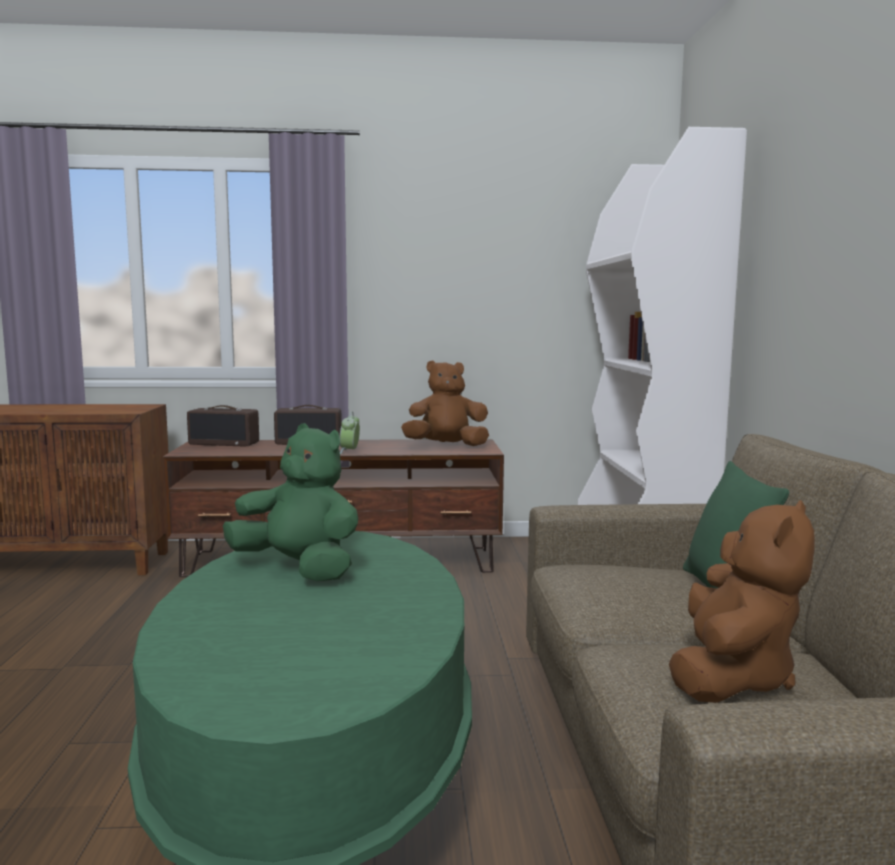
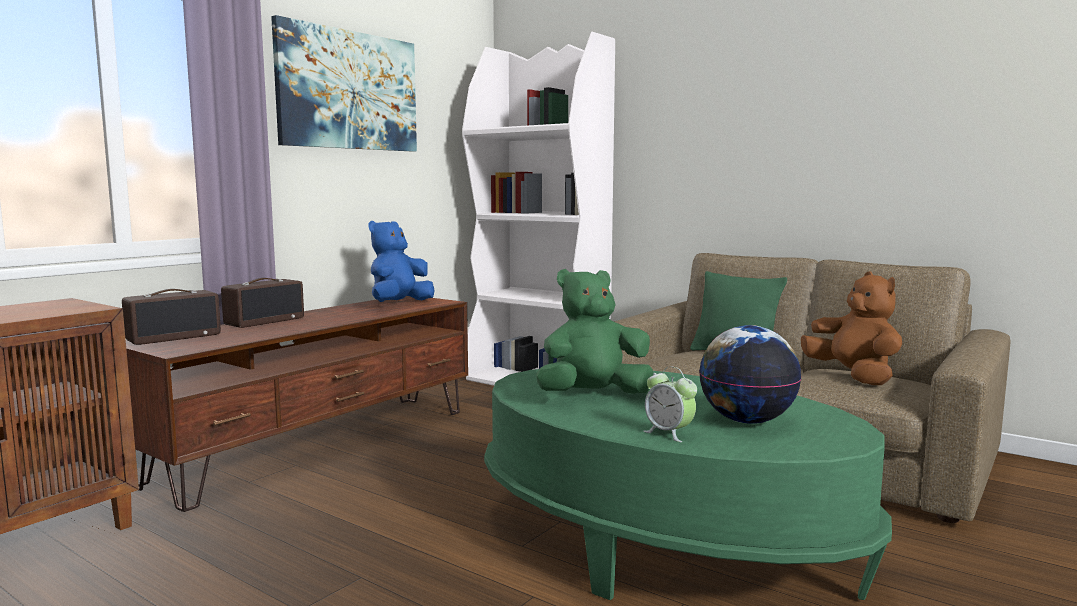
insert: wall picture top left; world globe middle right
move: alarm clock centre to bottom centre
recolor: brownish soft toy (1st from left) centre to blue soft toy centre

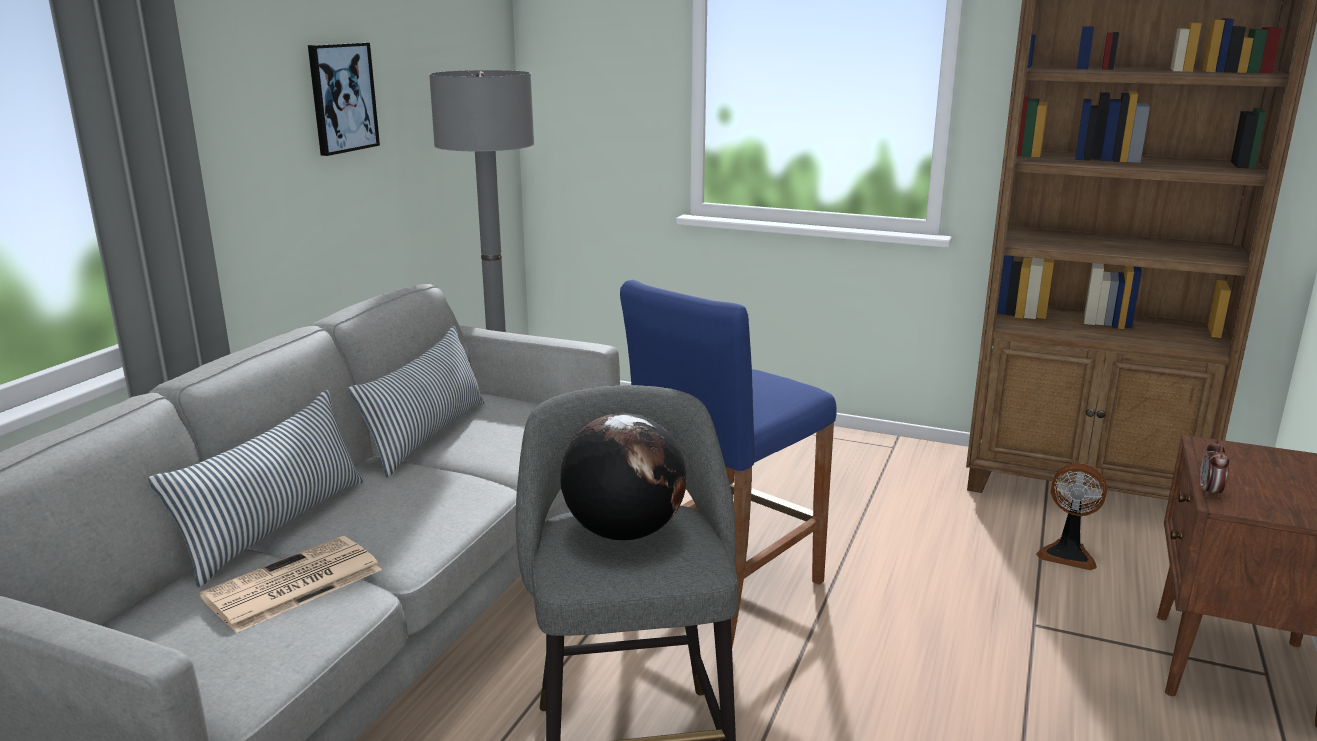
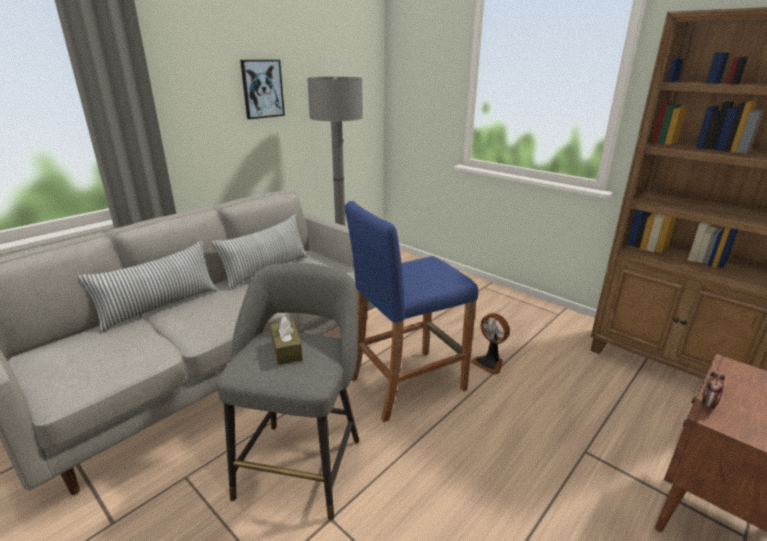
delete: daily paper bottom left
move: electric fan bottom right to centre
replace: world globe centre to brownish tissue holder centre

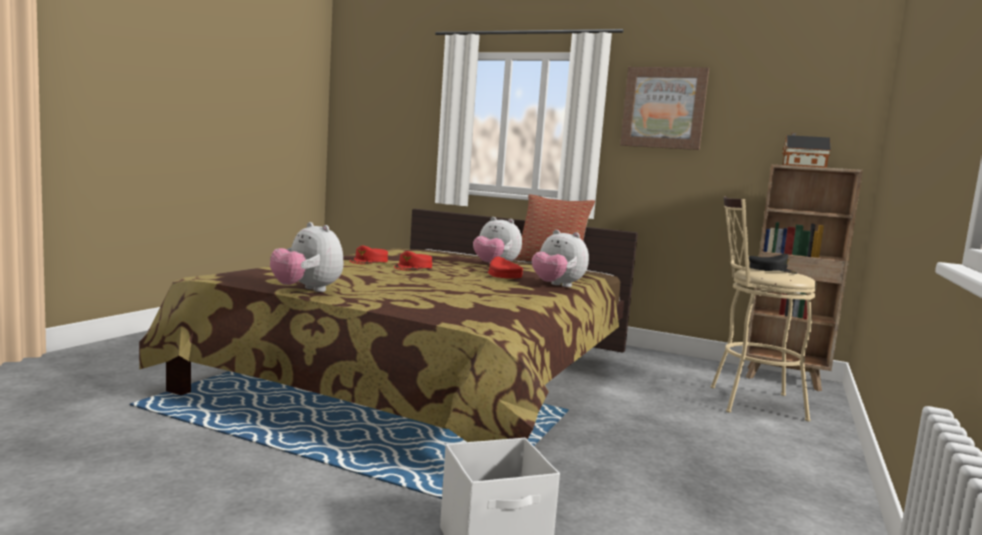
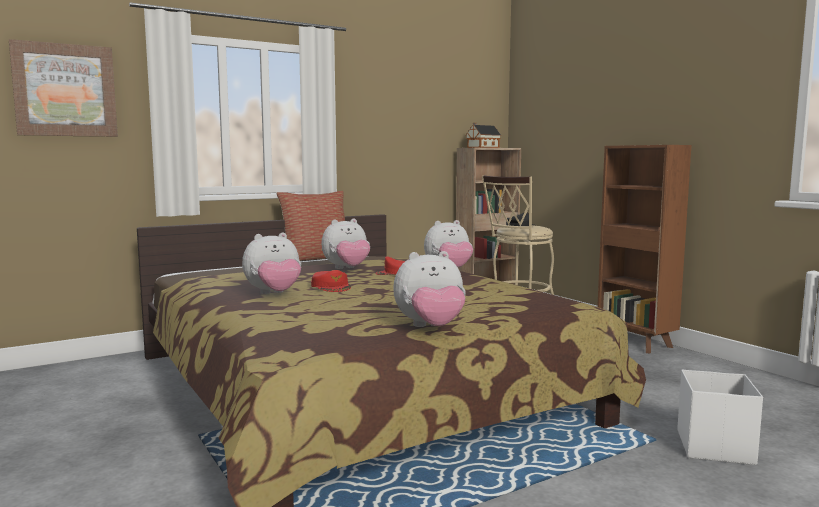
insert: brownish shelving unit (2nd from left) middle right
move: wall picture top right to top left
replace: reddish cap (1st from left) centre to soft toy (1st from left) middle left

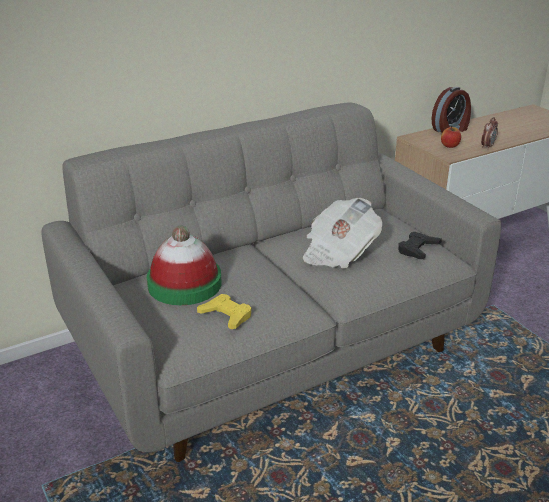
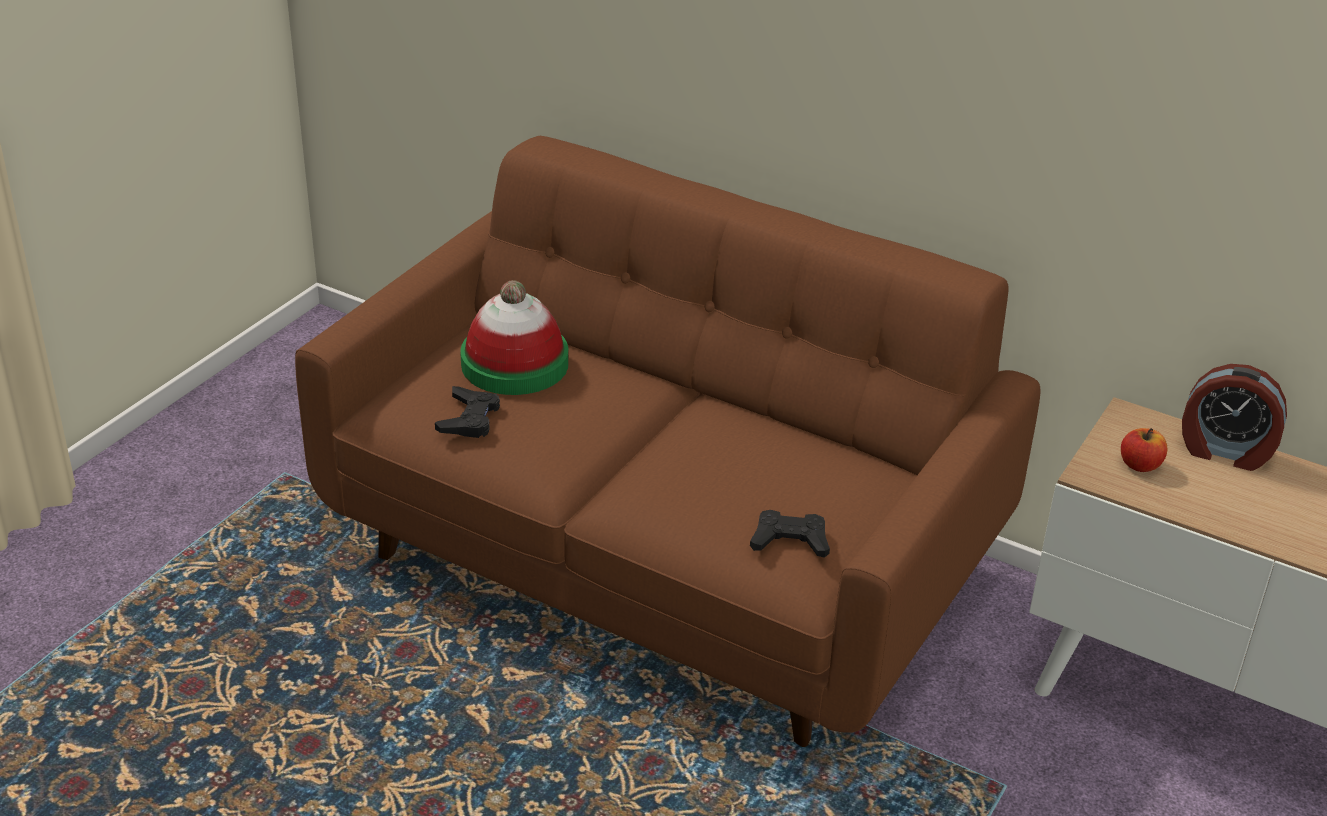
delete: daily paper centre; alarm clock (2nd from left) top right
recolor: greyish couch centre to brownish couch centre; yellow-coloured game controller centre to black-coloured game controller (1st from left) centre

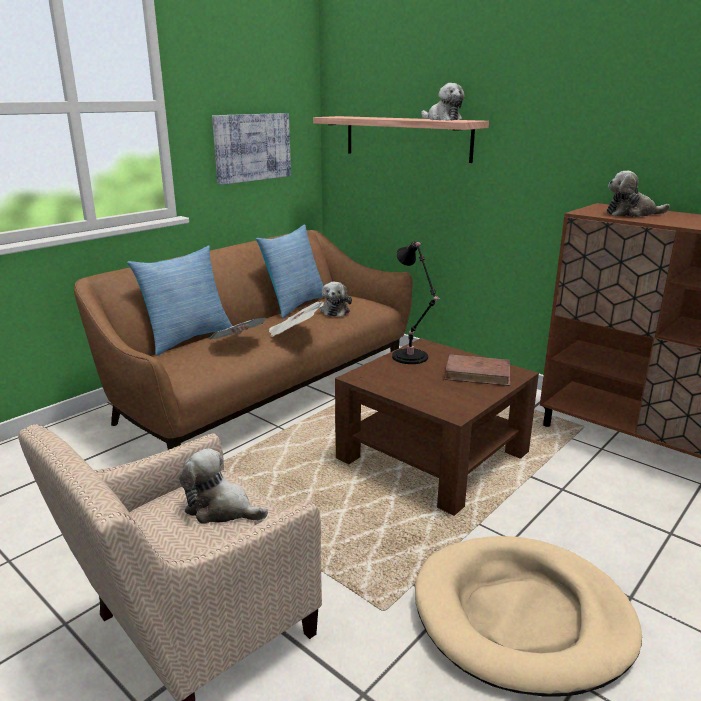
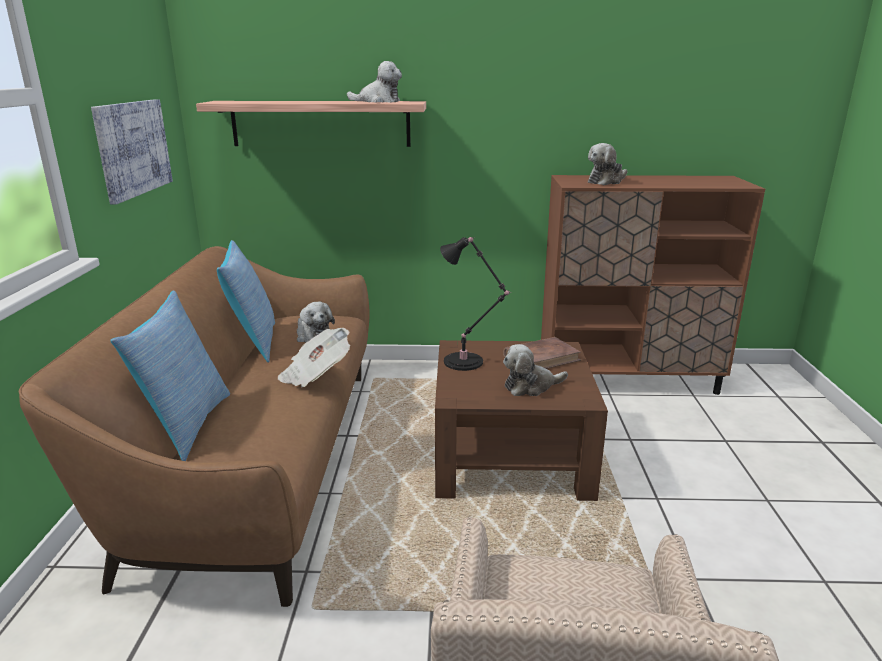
delete: daily paper (1st from left) centre; beige-coloured dog bed bottom right
move: soft toy (1st from left in the first image) bottom left to soft toy (3rd from left) centre

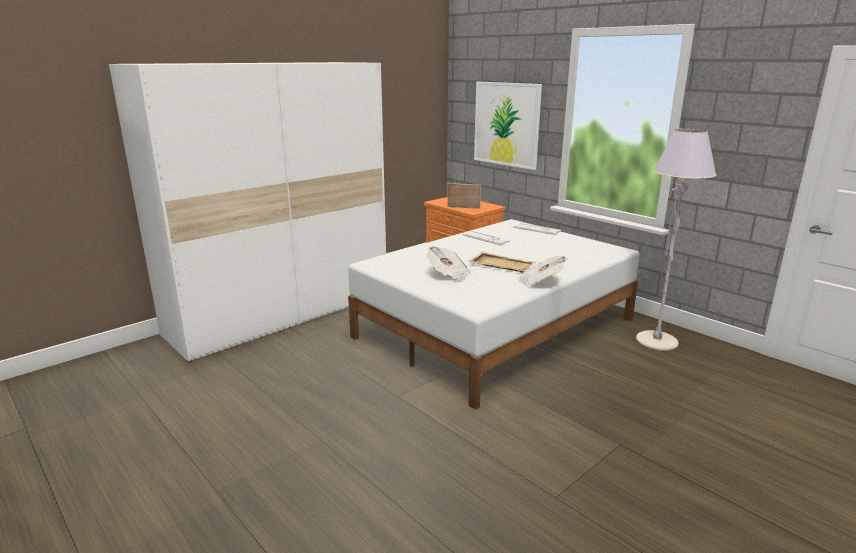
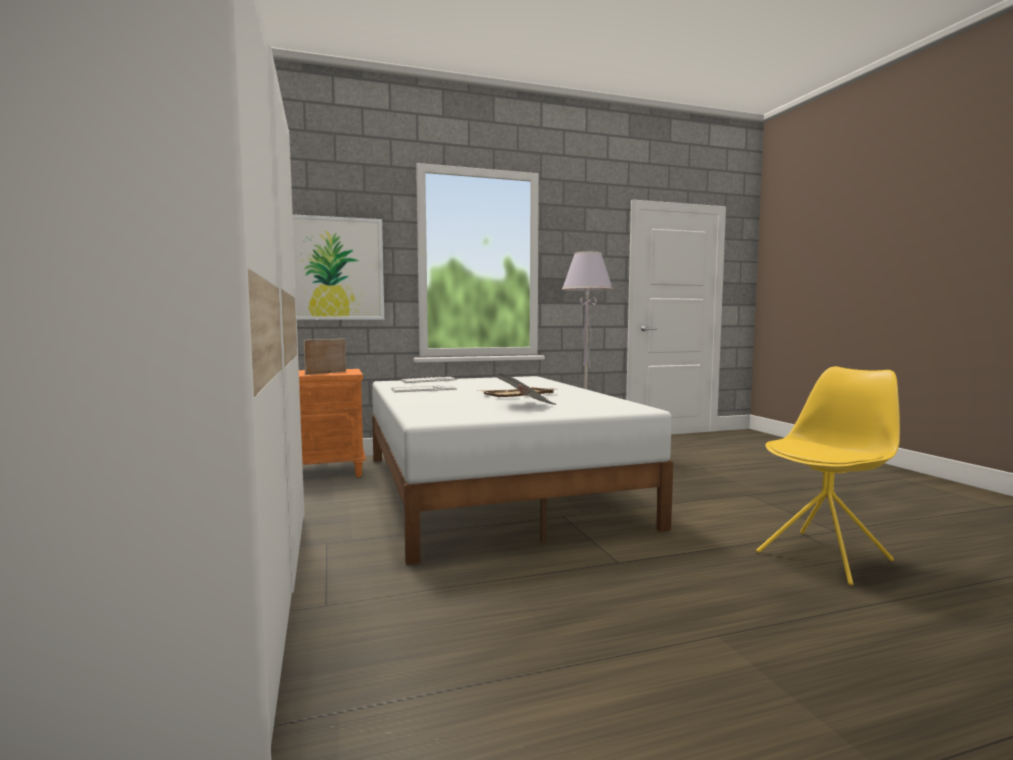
delete: daily paper (2nd from left) centre
insert: yellow-coloured chair middle right

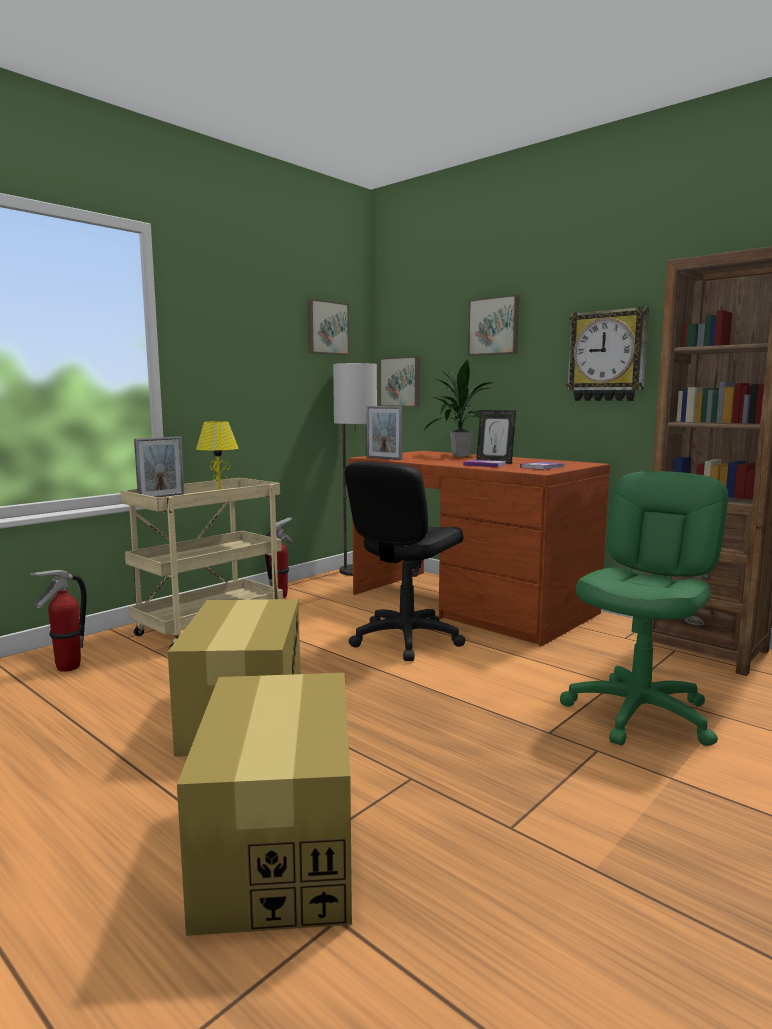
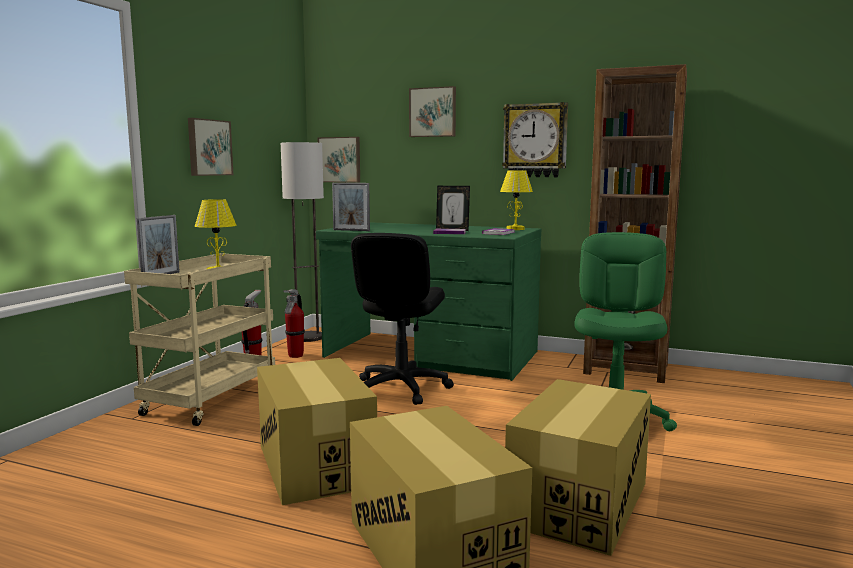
delete: potted plant centre
insert: yellow-coloured table lamp (2nd from left) centre; carton (3rd from left) bottom right
move: wall picture (1st from left) top centre to top left; extinguisher (1st from left in the first image) middle left to extinguisher (2nd from left) centre
recolor: brownish desk table centre to greenish desk table centre

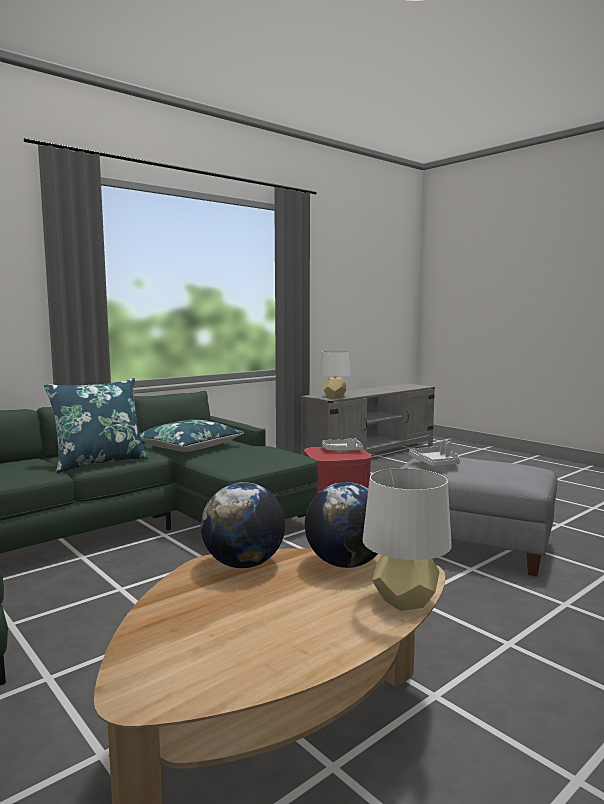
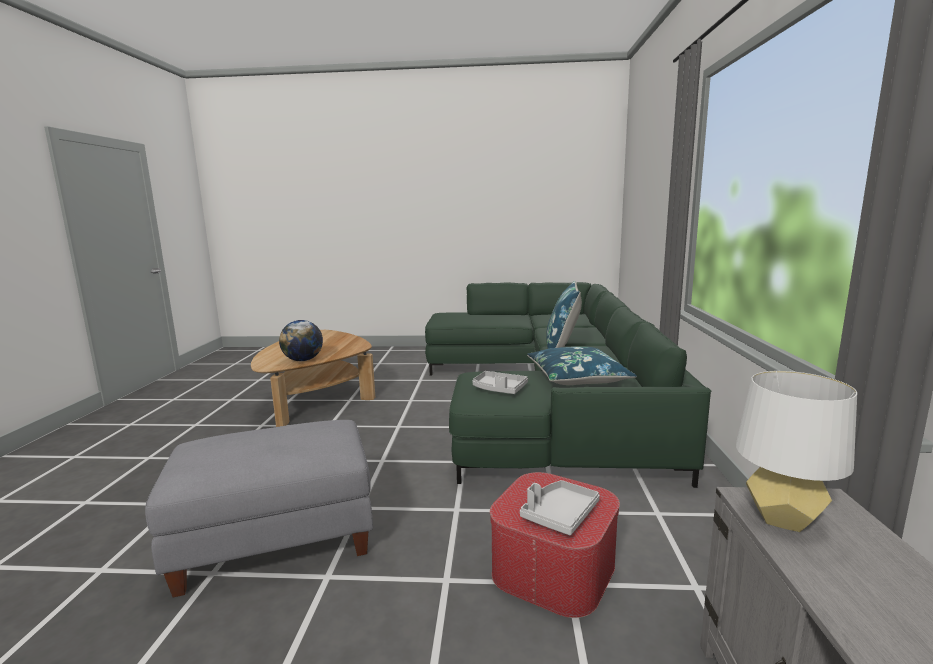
delete: world globe (1st from left) centre; whitish table lamp (2nd from left) bottom right
move: greyish serving tray (2nd from left in the first image) middle right to greyish serving tray (1st from left) centre

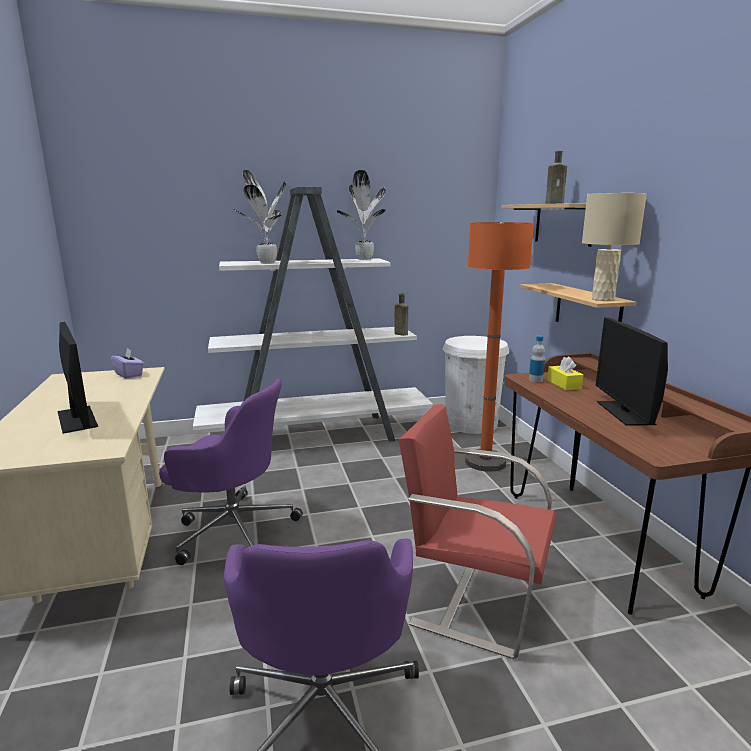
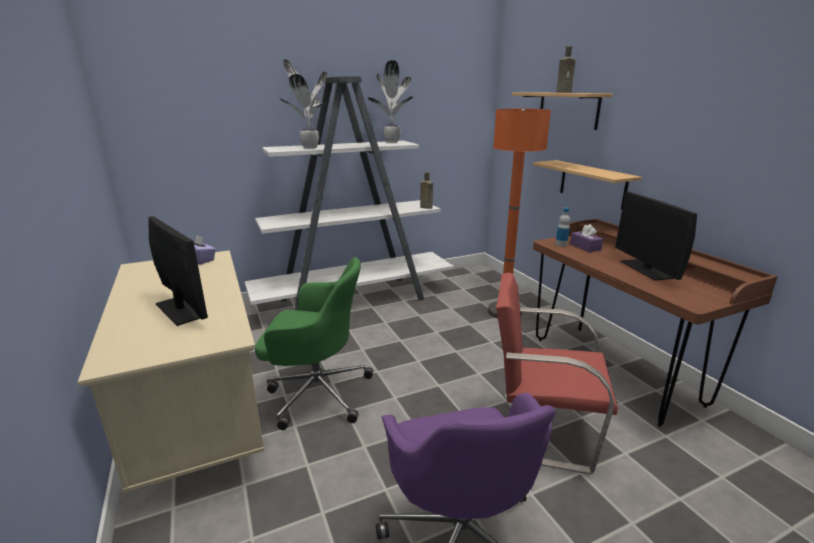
delete: whitish waste bin centre; beige-coloured table lamp top right
recolor: purplish desk chair (1st from left) middle left to greenish desk chair centre; yellow-coloured tissue holder middle right to purplish tissue holder (2nd from left) middle right

